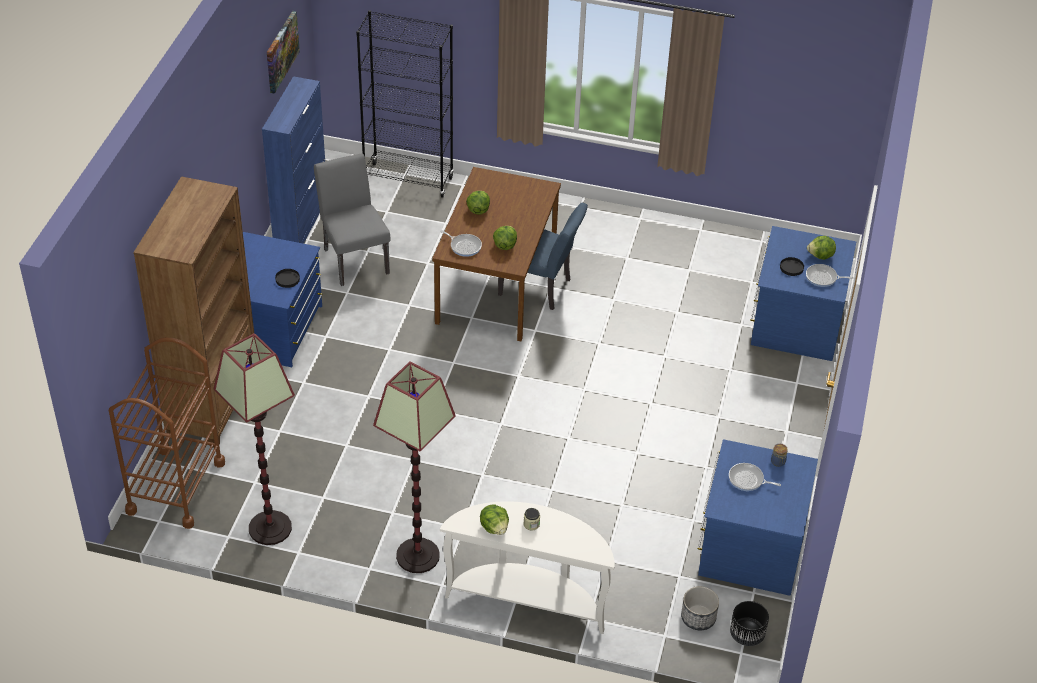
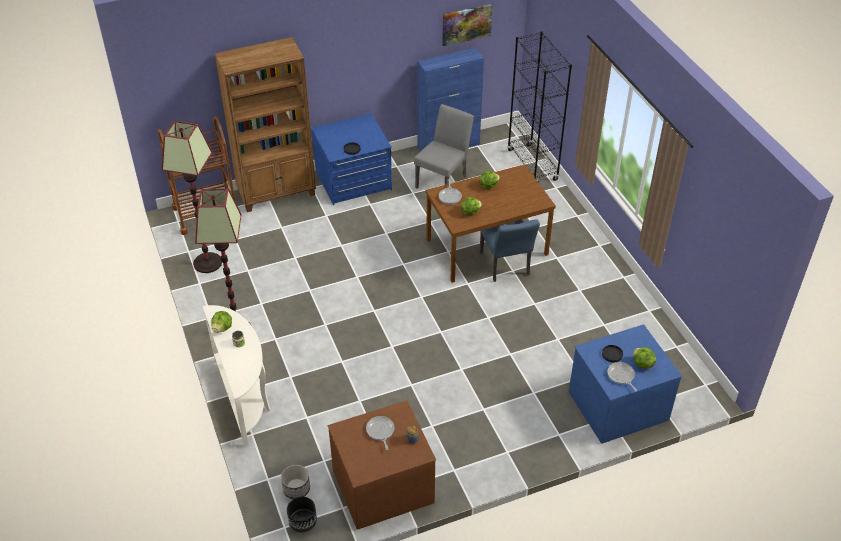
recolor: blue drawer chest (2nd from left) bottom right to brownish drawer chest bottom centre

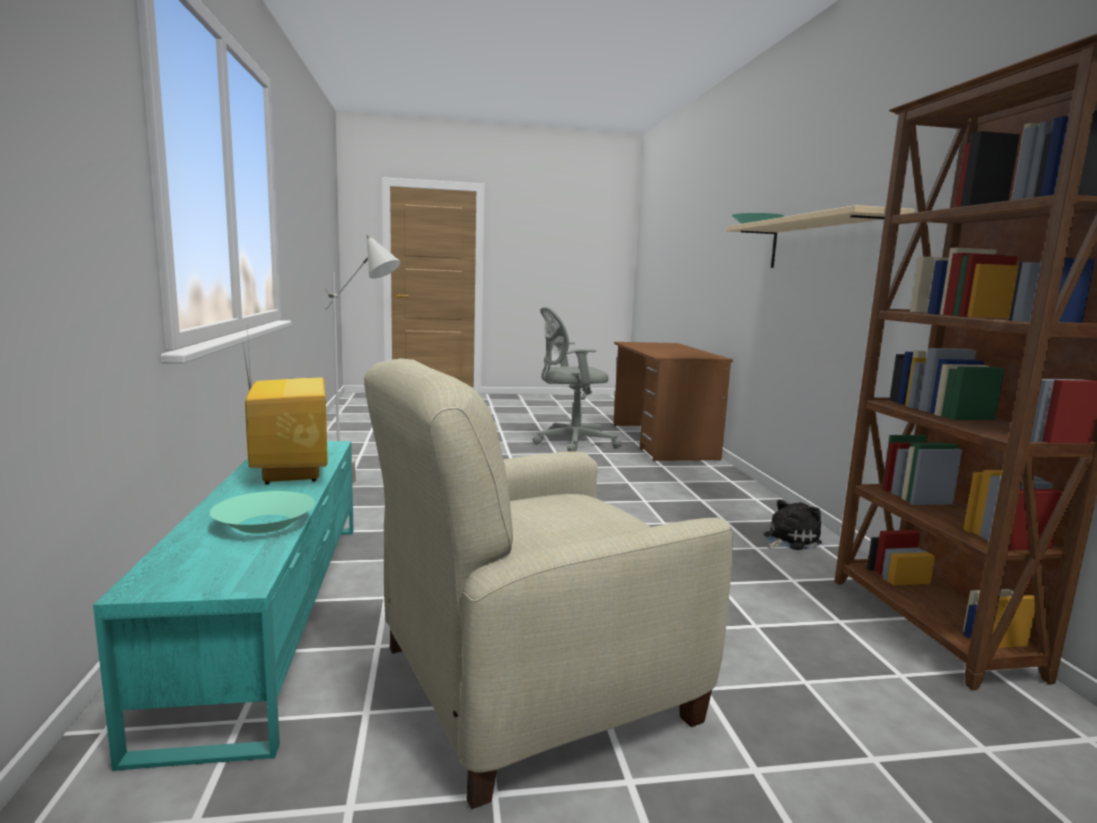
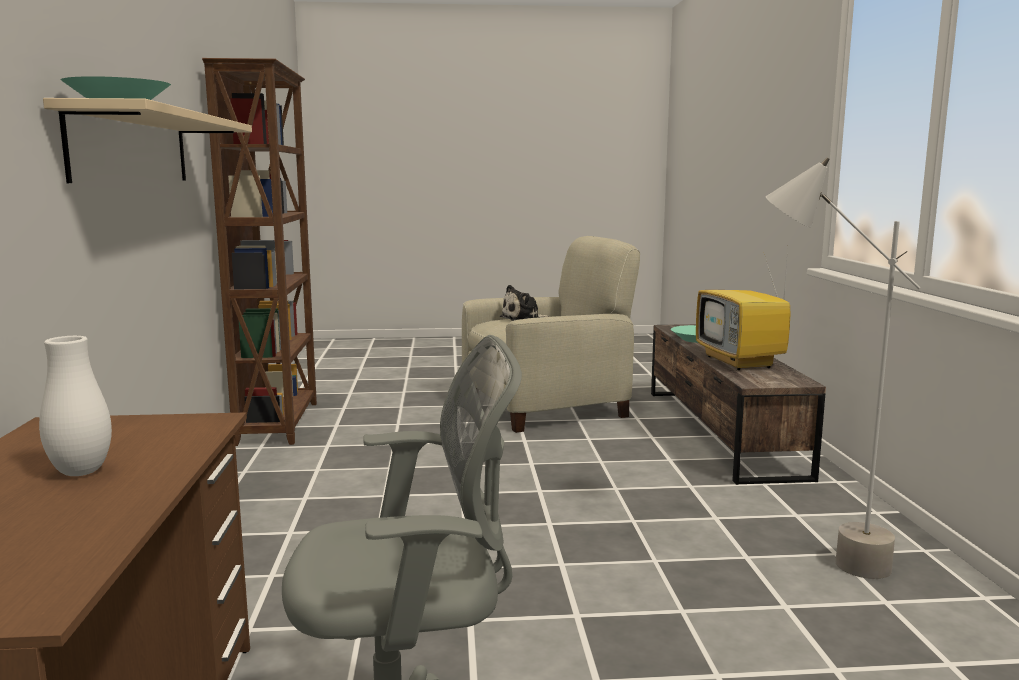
insert: whitish vase middle left
move: soft toy middle right to centre
recolor: turquoise-coloured tv stand bottom left to brownish tv stand middle right

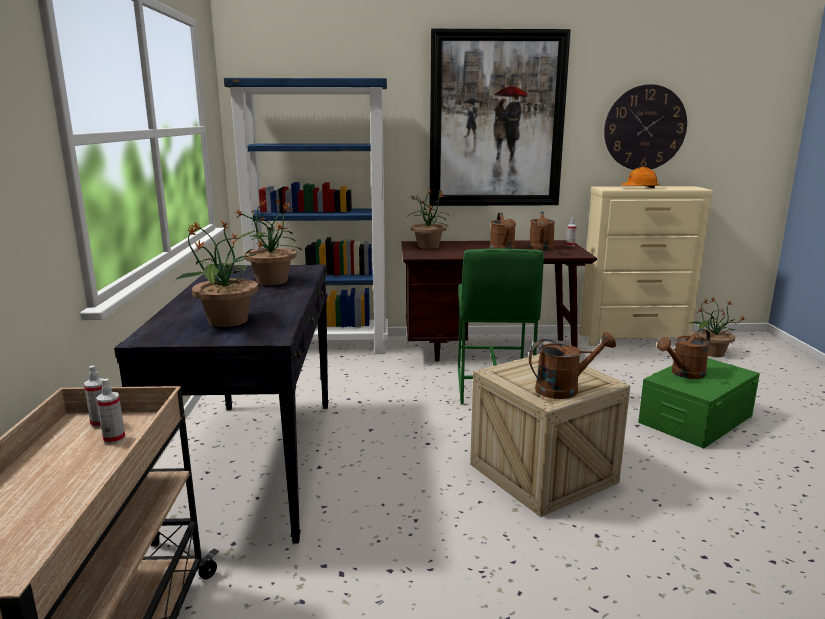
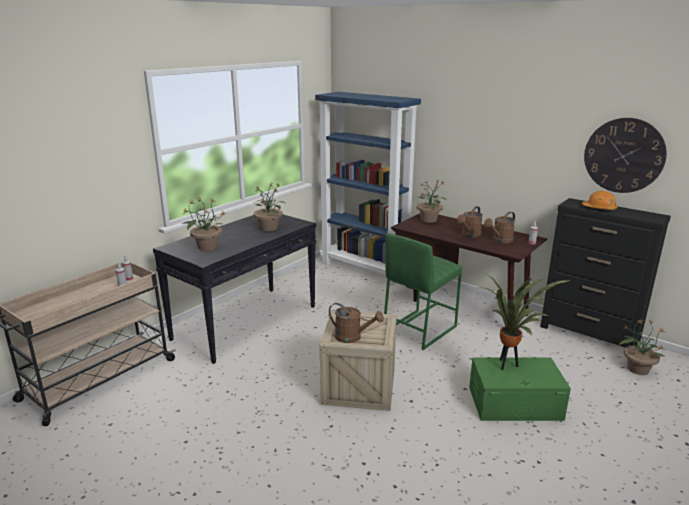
delete: wall picture top centre
replace: brownish watering pot (4th from left) middle right to potted plant (4th from left) middle right
recolor: beige-coloured drawer chest middle right to black-coloured drawer chest middle right

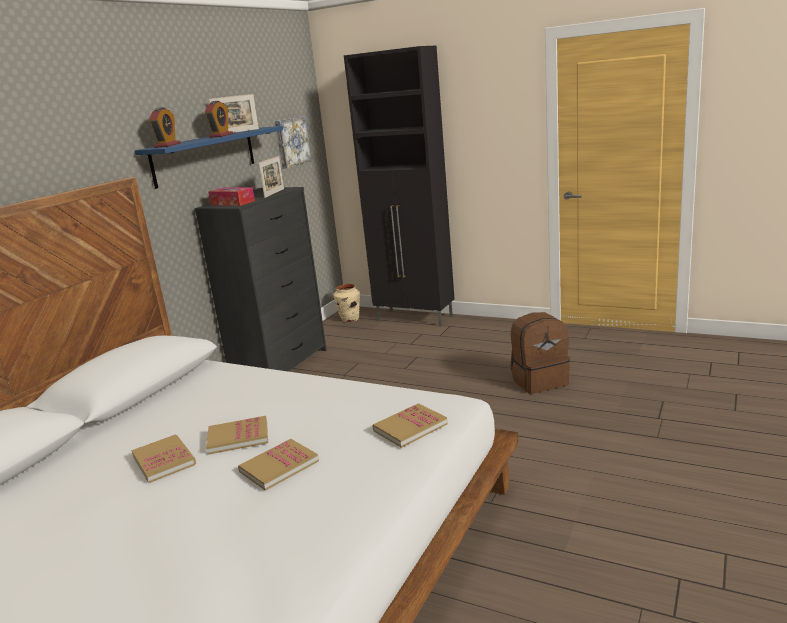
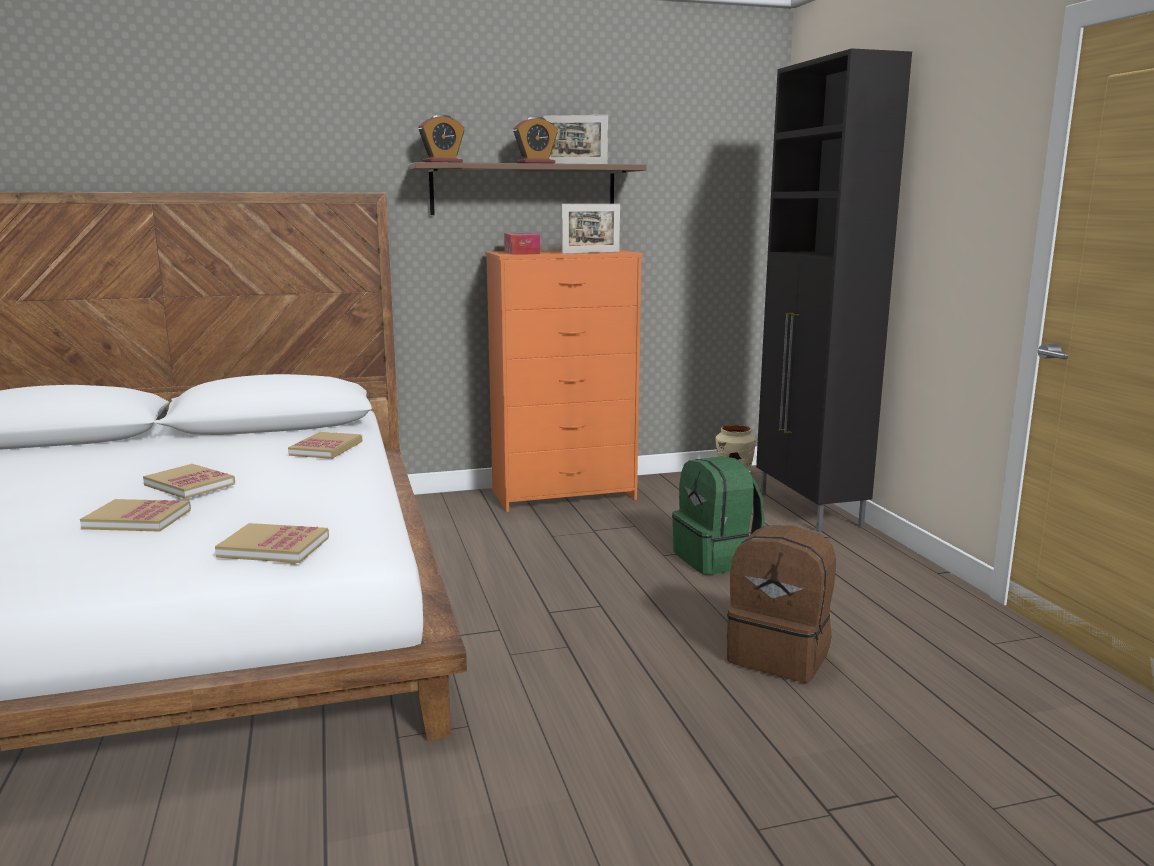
delete: wall picture top centre
insert: greenish knapsack centre
move: bound book (1st from left in the first image) bottom left to bound book (4th from left) middle left
recolor: blue bracket shelf top left to brownish bracket shelf top centre; black-coloured drawer chest middle left to orange-coloured drawer chest centre

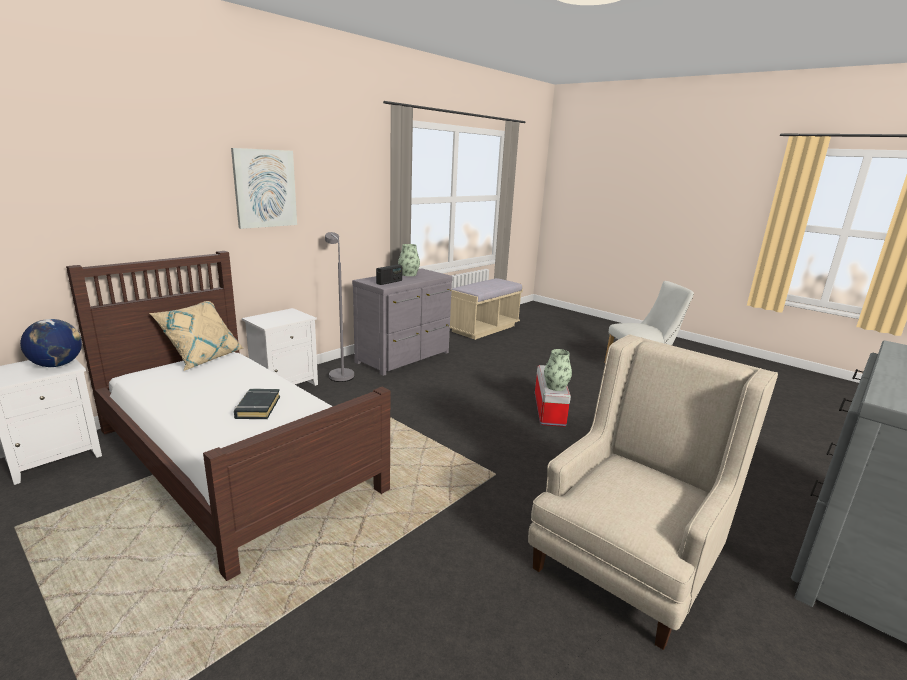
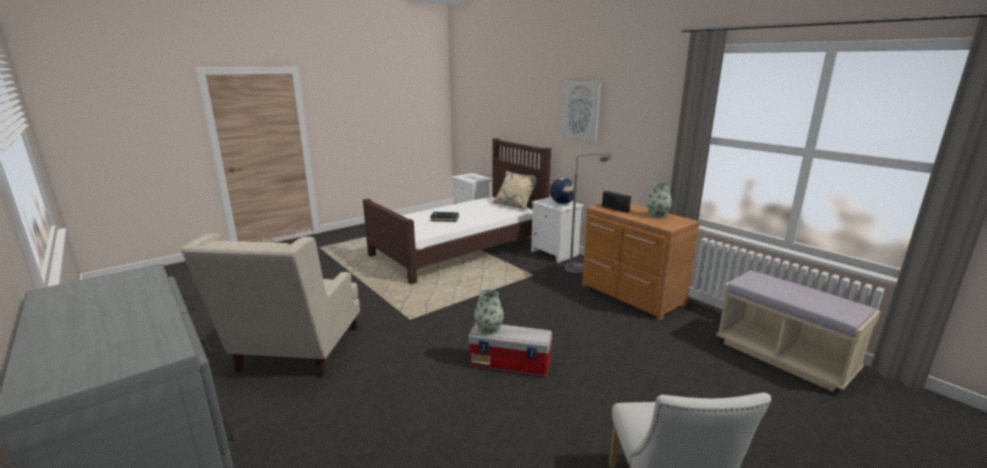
move: world globe middle left to centre
recolor: greyish drawer chest (1st from left) centre to brownish drawer chest centre
rotate: beige-coloured lounge chair bottom right = middle left 45 degrees clockwise

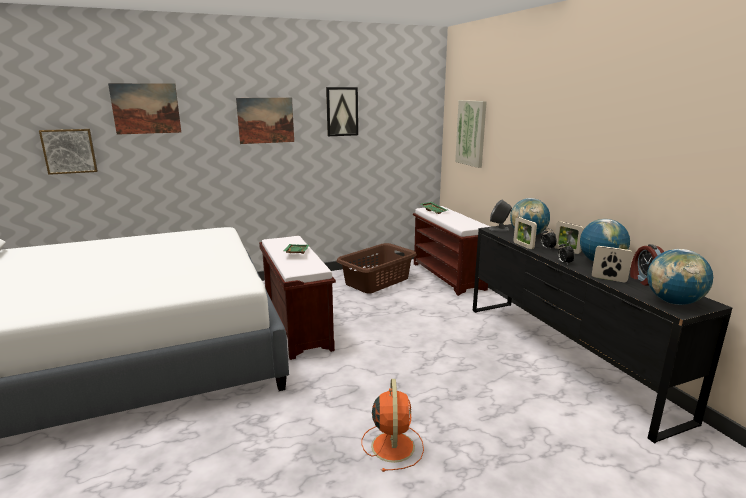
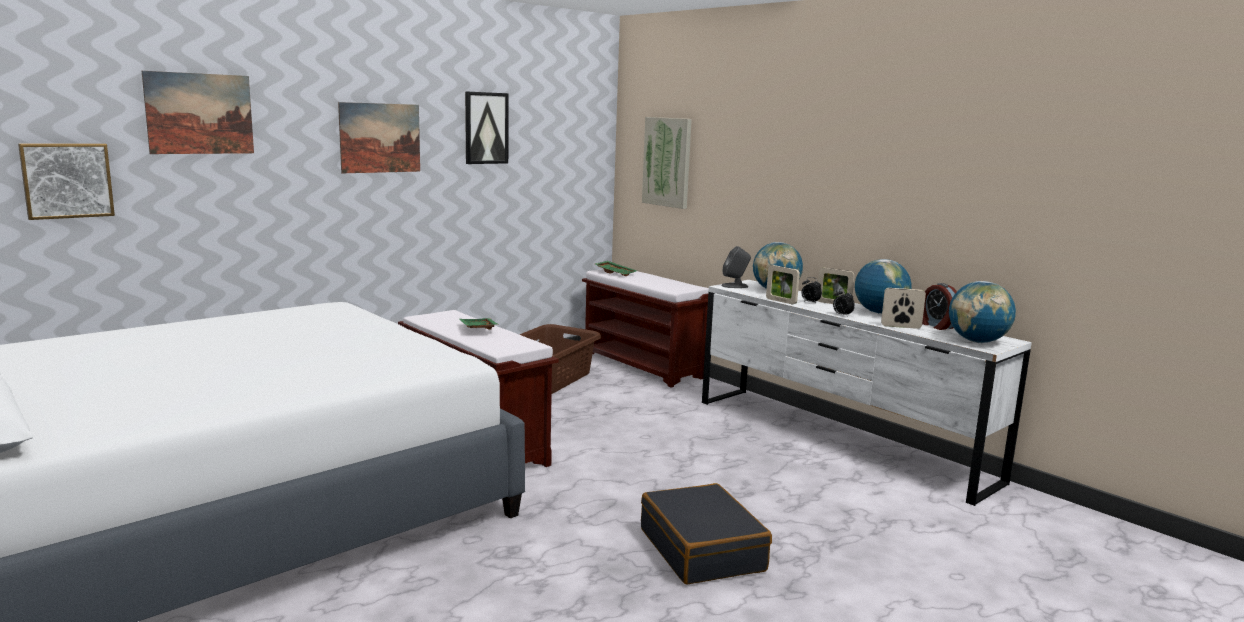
replace: orange-coloured electric fan bottom centre to black-coloured suitcase bottom centre
recolor: black-coloured drawer chest bottom right to whitish drawer chest middle right

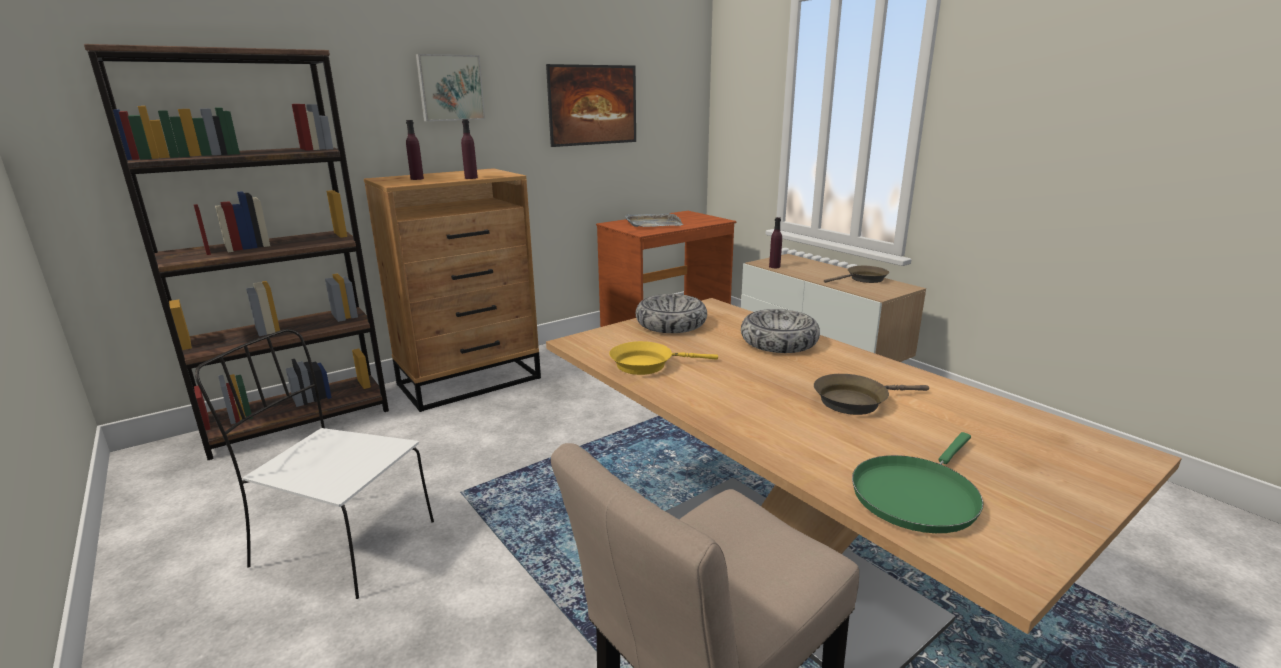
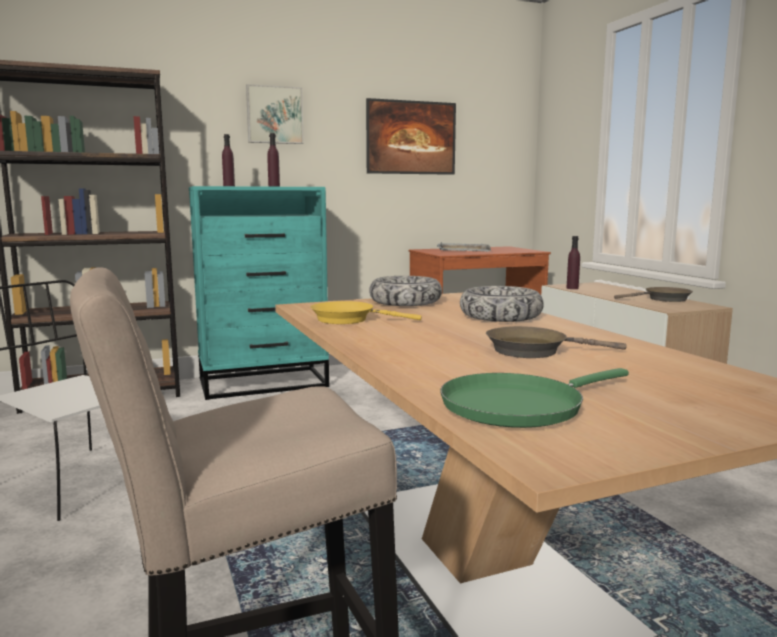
recolor: brownish drawer chest centre to turquoise-coloured drawer chest centre

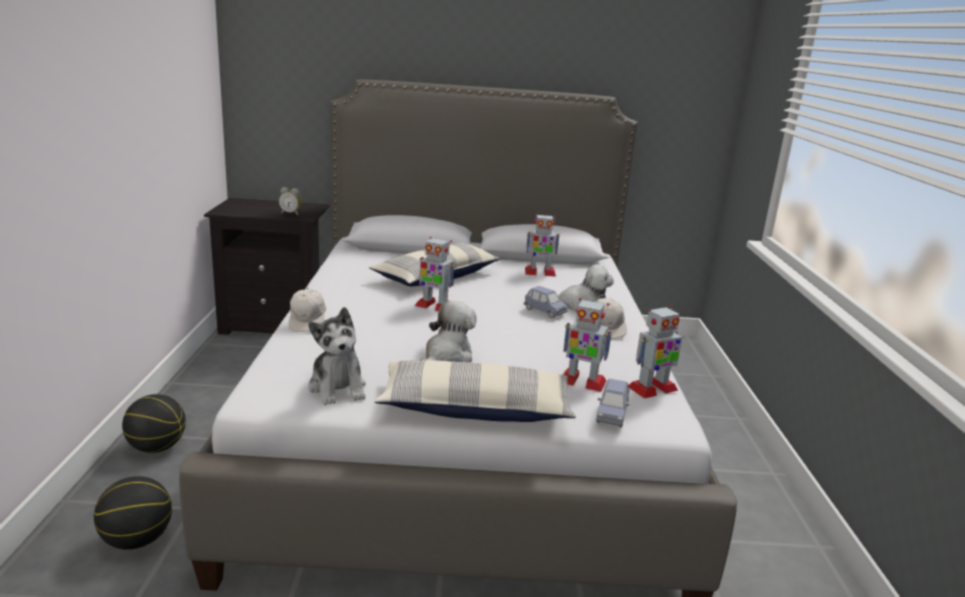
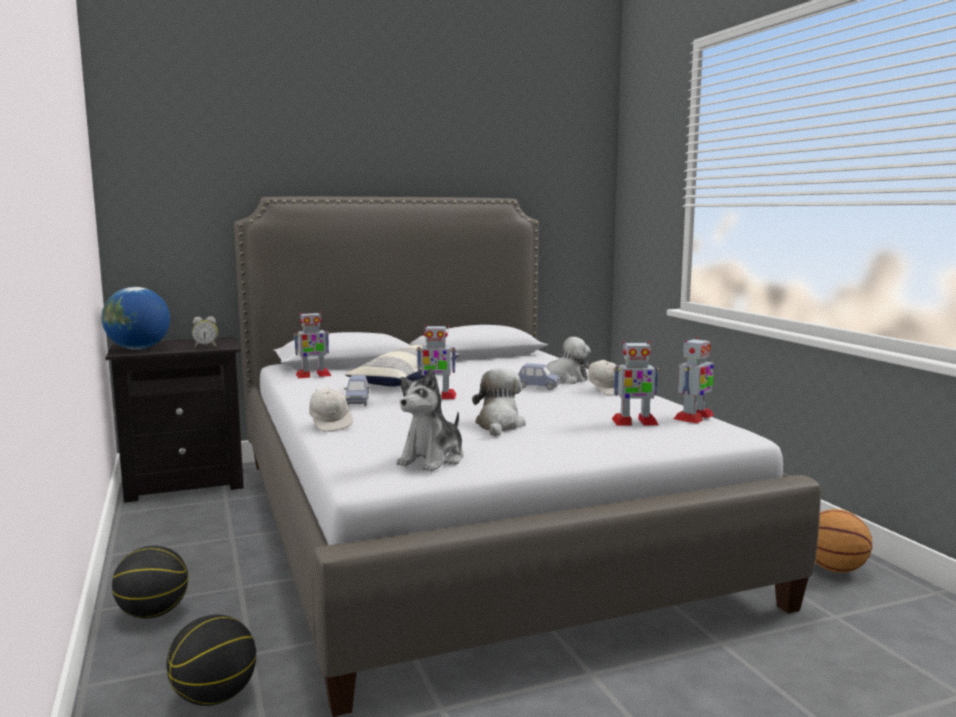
delete: cushion (2nd from left) centre
insert: world globe middle left; basketball (3rd from left) bottom right
move: robot figure (2nd from left in the first image) centre to robot figure (1st from left) middle left; blue miniature car (2nd from left in the first image) bottom centre to blue miniature car (1st from left) centre
rotate: soft toy (1st from left) centre = centre 75 degrees clockwise

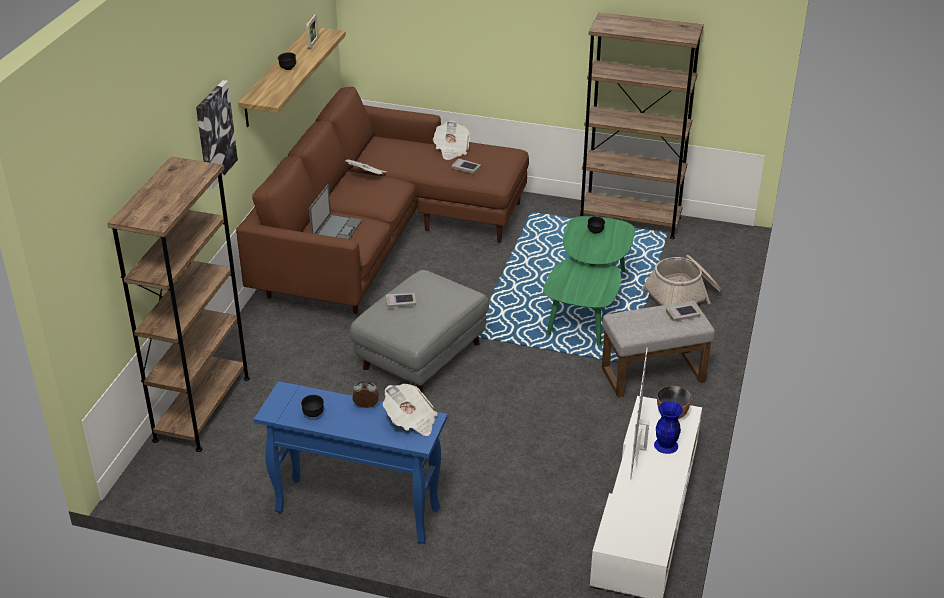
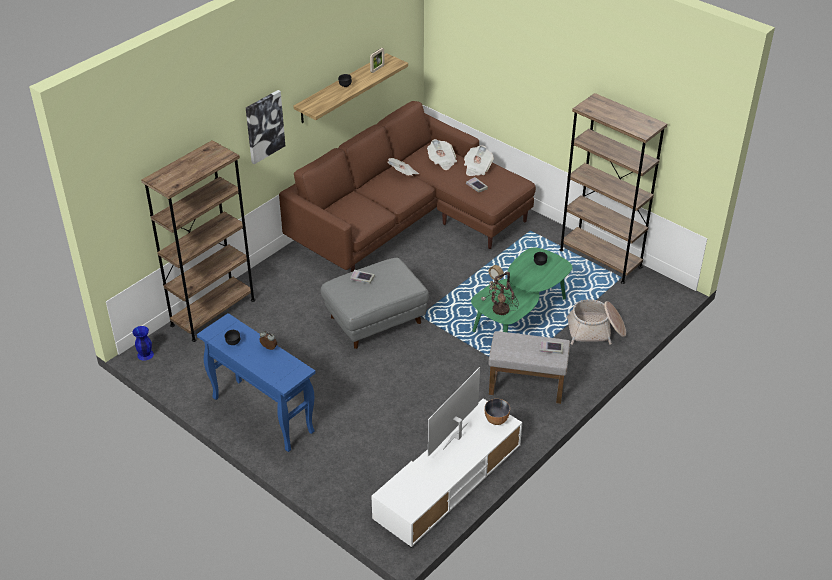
delete: notebook computer centre
insert: table lamp centre
move: blue vase bottom right to middle left; daily paper (2nd from left) bottom centre to top centre

